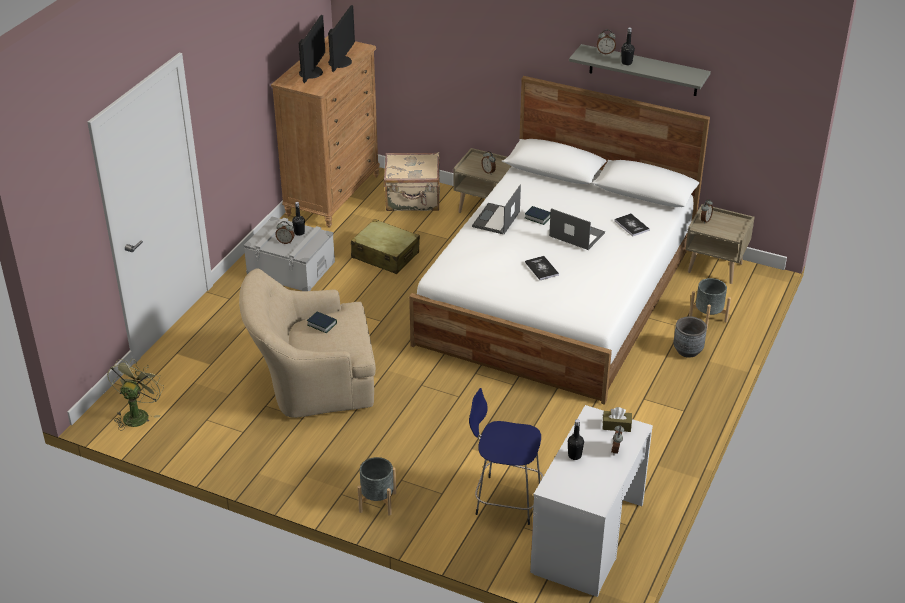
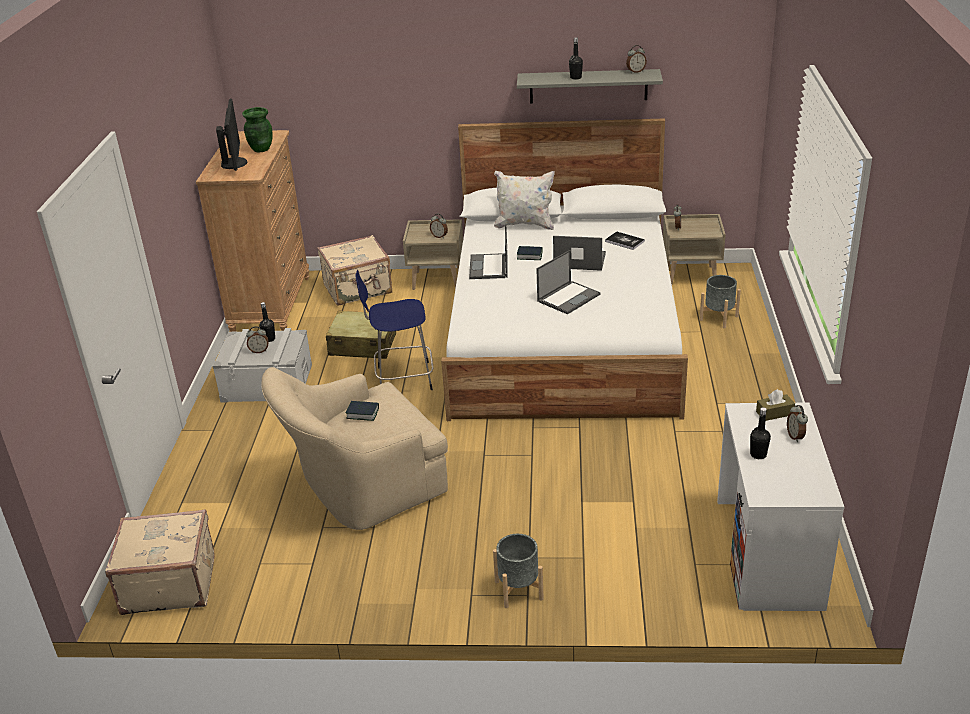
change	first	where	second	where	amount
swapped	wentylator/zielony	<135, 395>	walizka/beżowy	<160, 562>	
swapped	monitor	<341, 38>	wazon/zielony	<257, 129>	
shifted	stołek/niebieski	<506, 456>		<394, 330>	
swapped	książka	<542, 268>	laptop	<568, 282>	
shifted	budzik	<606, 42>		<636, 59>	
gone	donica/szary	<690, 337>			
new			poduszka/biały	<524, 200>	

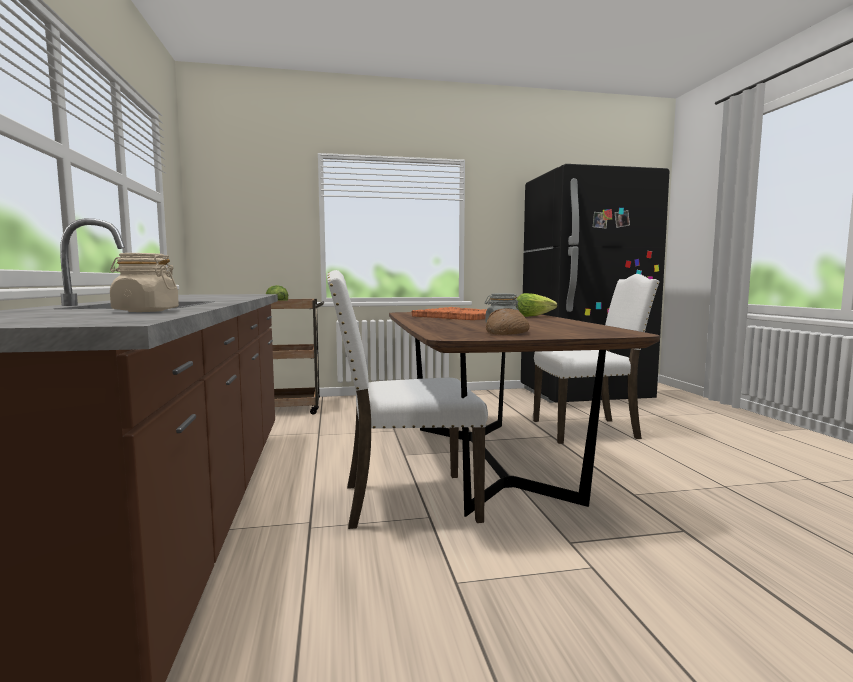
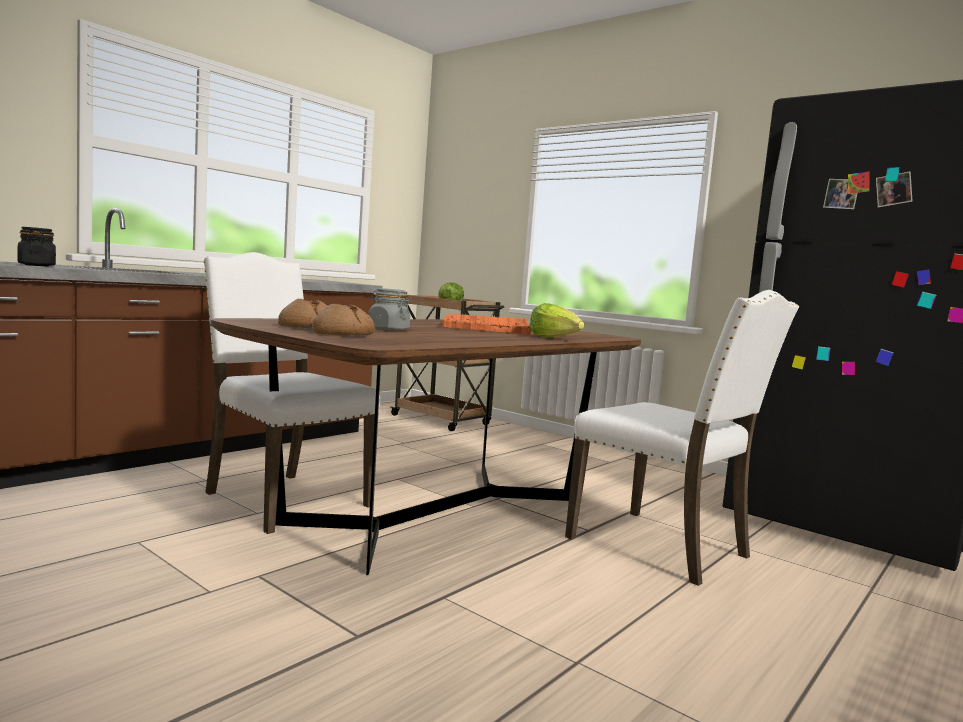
change	first	where	second	where	amount
repainted	słoik/beżowy	<144, 282>	słoik/czarny	<36, 246>	
new			chleb	<343, 319>	

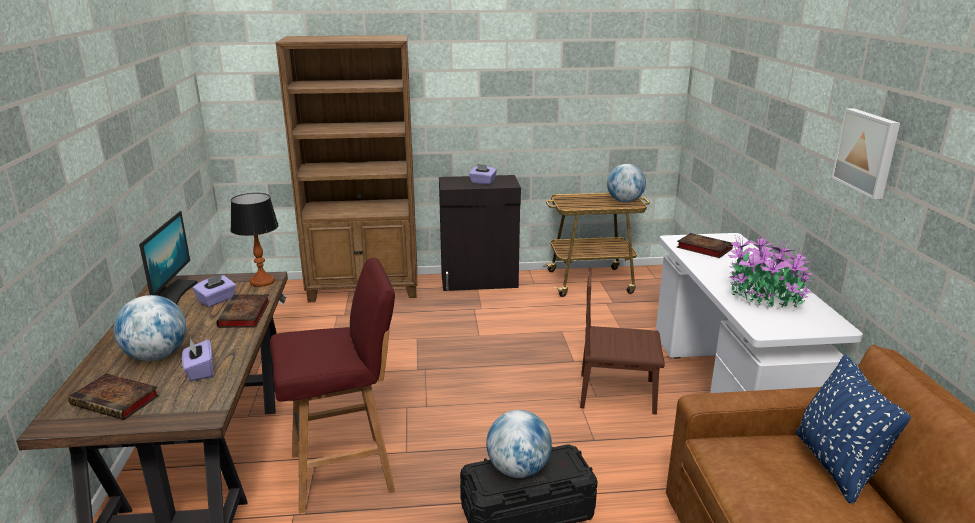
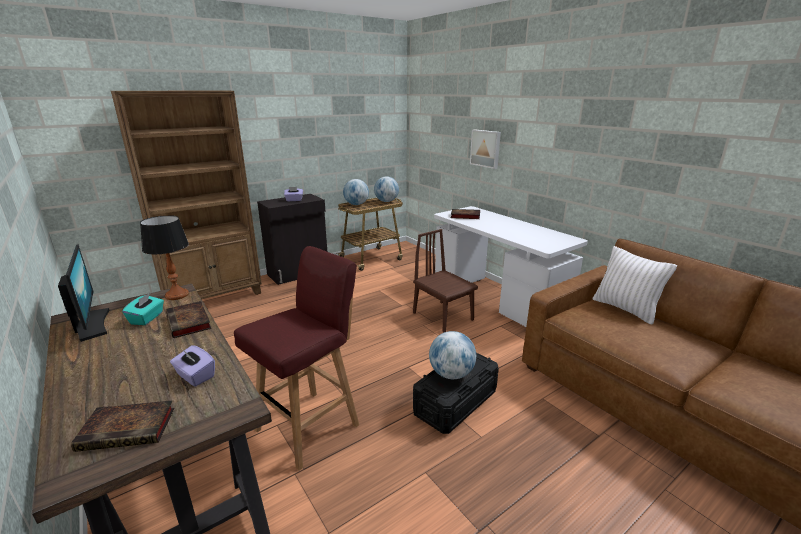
change	first	where	second	where	amount
shifted	globus	<150, 328>		<356, 192>	
repainted	pudełko chusteczek/fioletowy	<214, 290>	pudełko chusteczek/turkusowy	<143, 309>	
rotated	krzesło/brązowy	<622, 340>		<445, 280>	75 degrees clockwise
gone	roślina doniczkowa	<770, 272>			
repainted	poduszka/niebieski	<853, 429>	poduszka/biały	<635, 285>	
shifted	obraz	<865, 153>		<485, 149>	

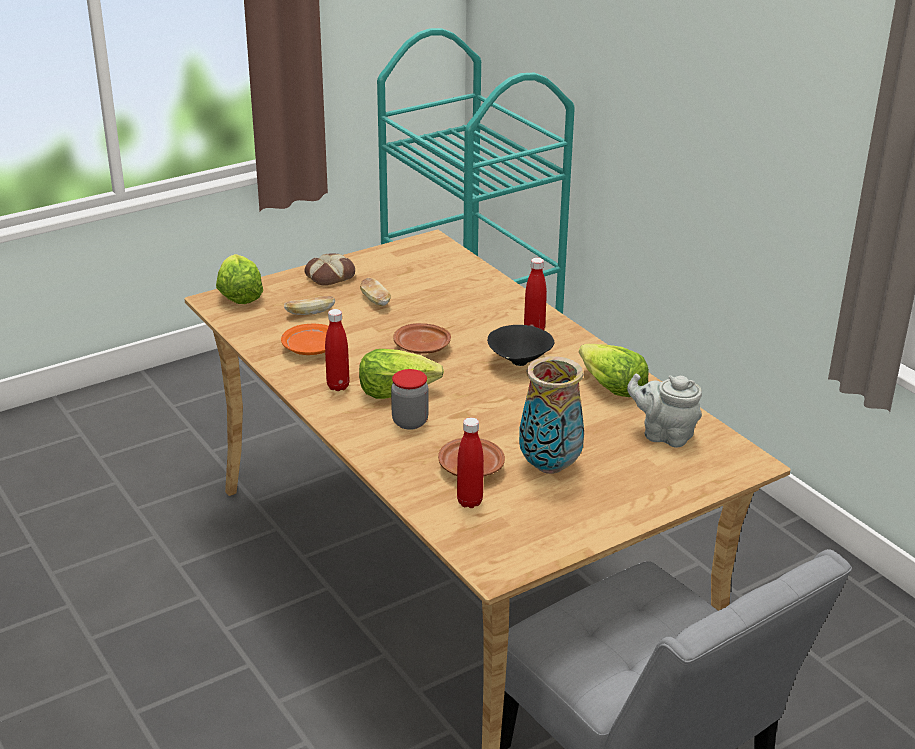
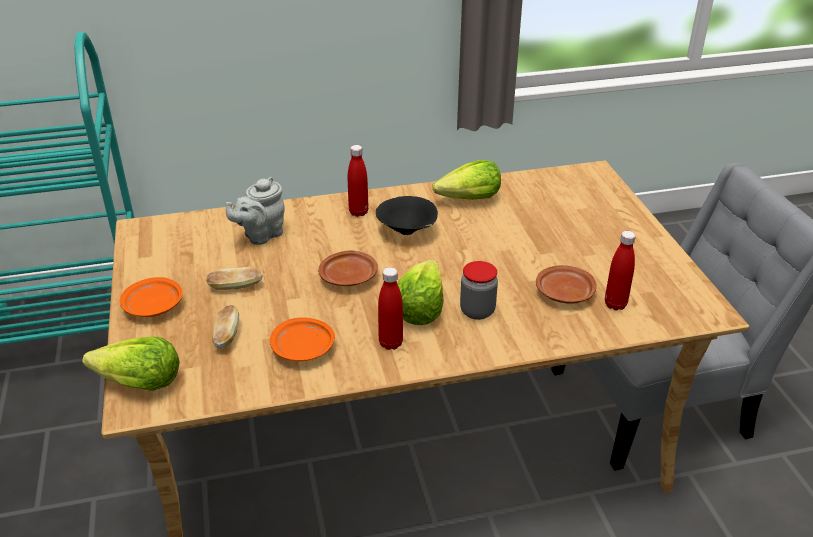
change	first	where	second	where	amount
swapped	chleb	<330, 269>	talerz/pomarańczowy	<151, 297>	
gone	wazon	<551, 415>			
shifted	imbryk/szary	<664, 411>		<255, 211>	

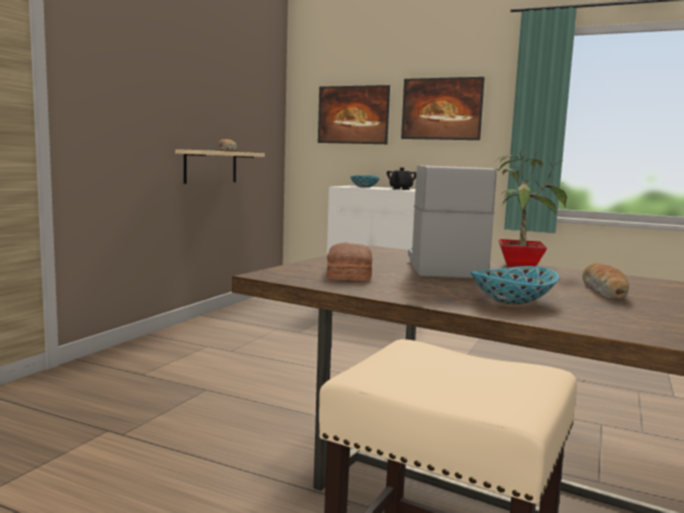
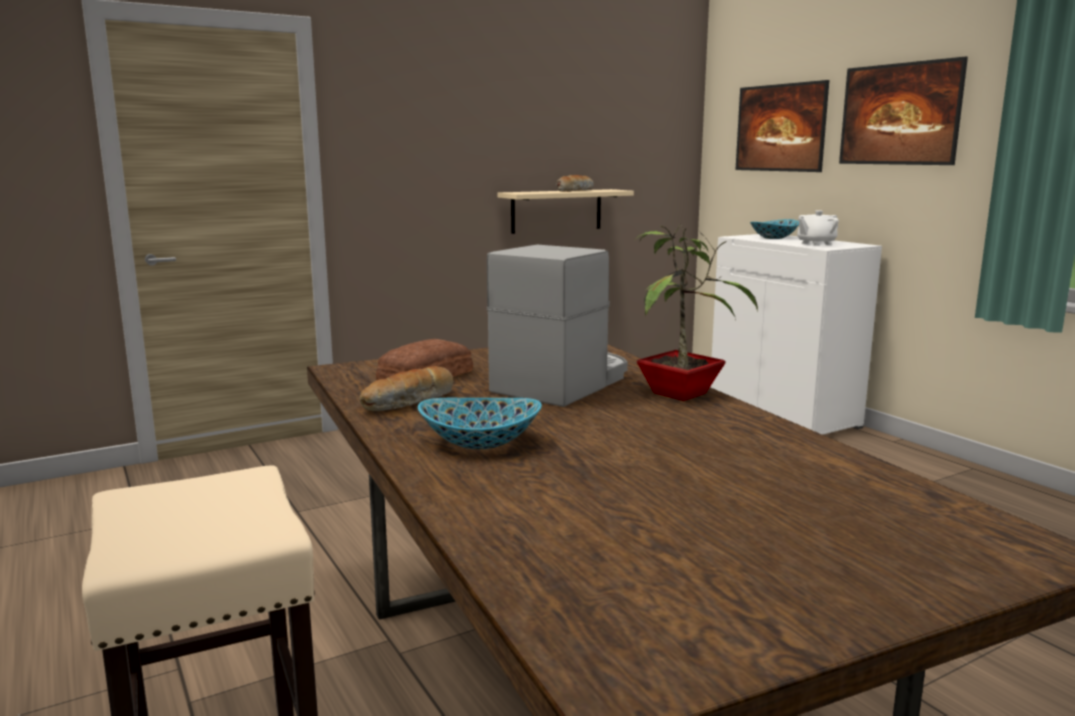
change	first	where	second	where	amount
repainted	imbryk/czarny	<401, 178>	imbryk/biały	<818, 228>	
shifted	chleb	<605, 281>		<407, 389>	

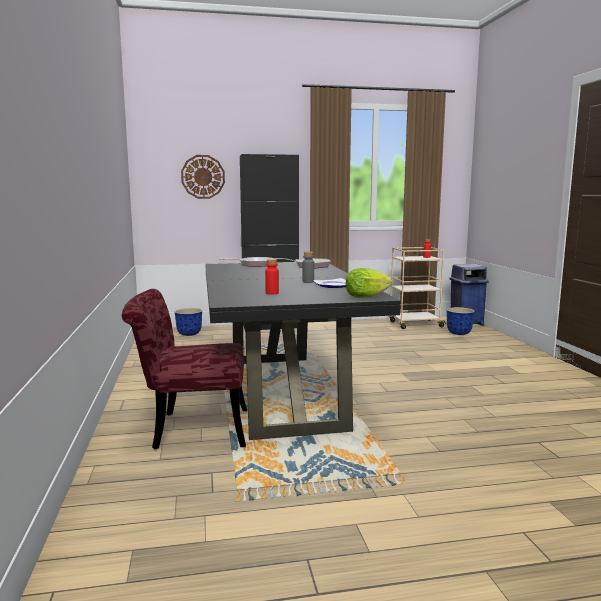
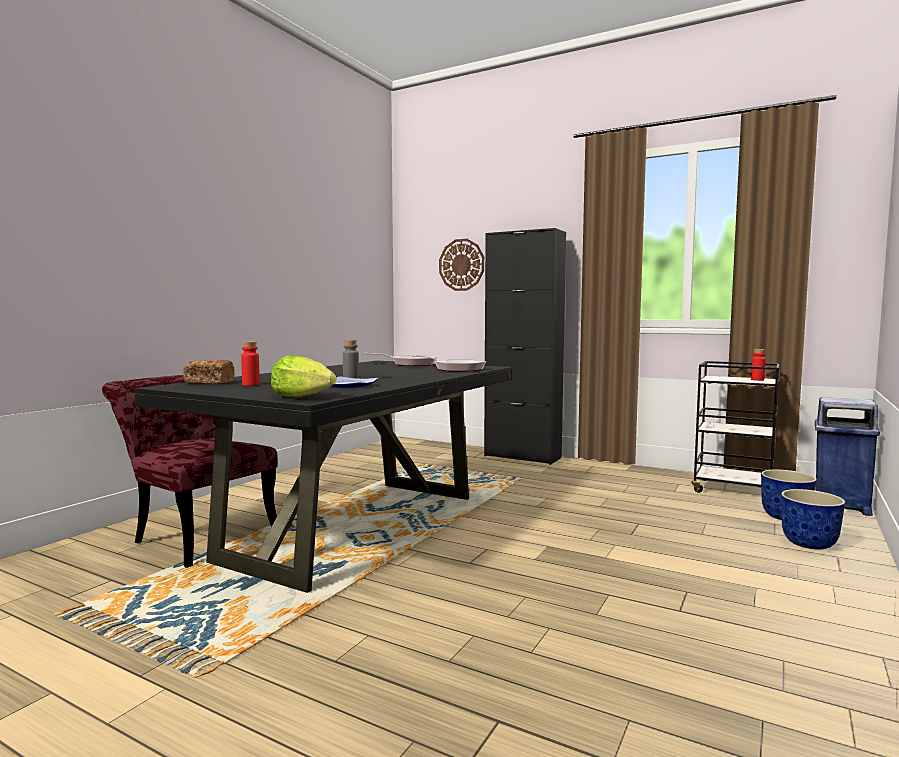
change	first	where	second	where	amount
shifted	donica	<188, 322>		<813, 519>	
repainted	wózek/beżowy	<417, 288>	wózek/czarny	<735, 427>	
new			chleb	<209, 372>	

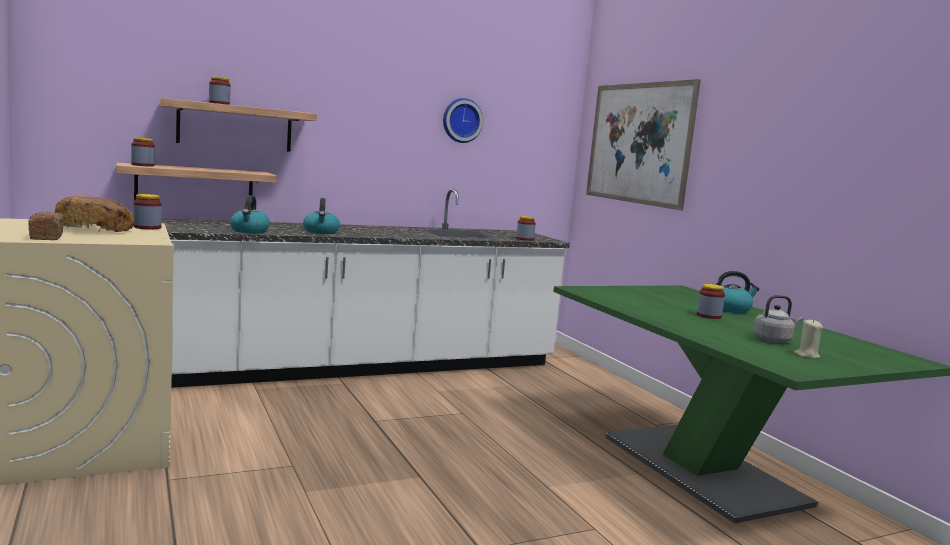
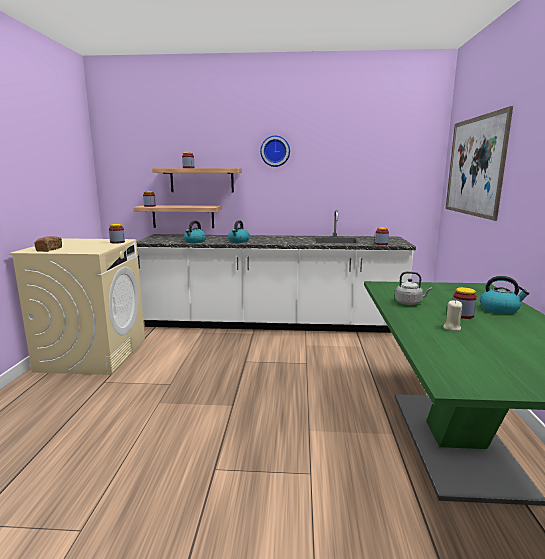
change	first	where	second	where	amount
gone	chleb	<94, 214>			
shifted	zegar ścienny	<463, 120>		<275, 151>	
shifted	czajnik/szary	<778, 319>		<413, 288>	
shifted	świeca/beżowy	<808, 339>		<452, 315>	

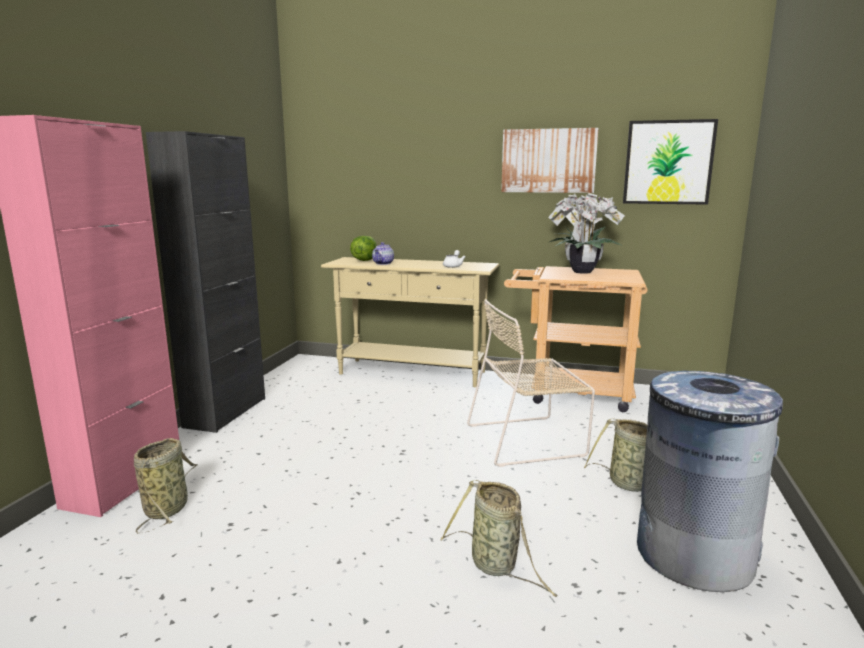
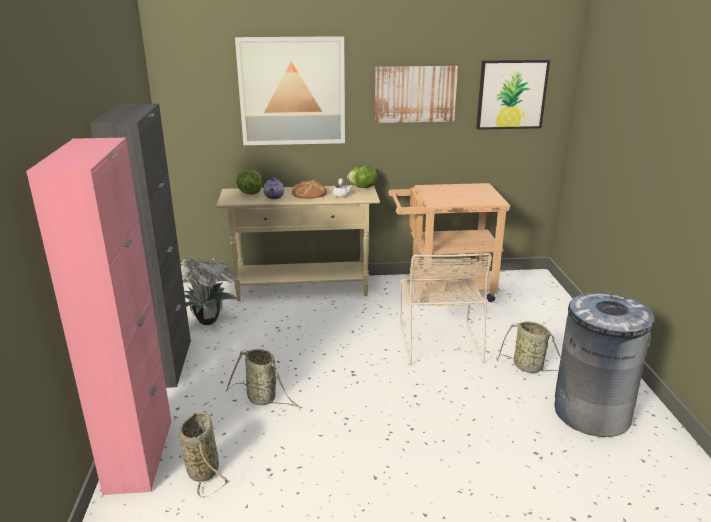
change	first	where	second	where	amount
shifted	koszyk	<499, 538>		<264, 378>	
rotated	krzesło/beżowy	<531, 383>		<446, 309>	60 degrees counterclockwise
shifted	roślina doniczkowa	<586, 233>		<209, 291>	
new			obraz	<290, 90>	
new			chleb	<309, 189>	
new			sałata	<362, 176>	

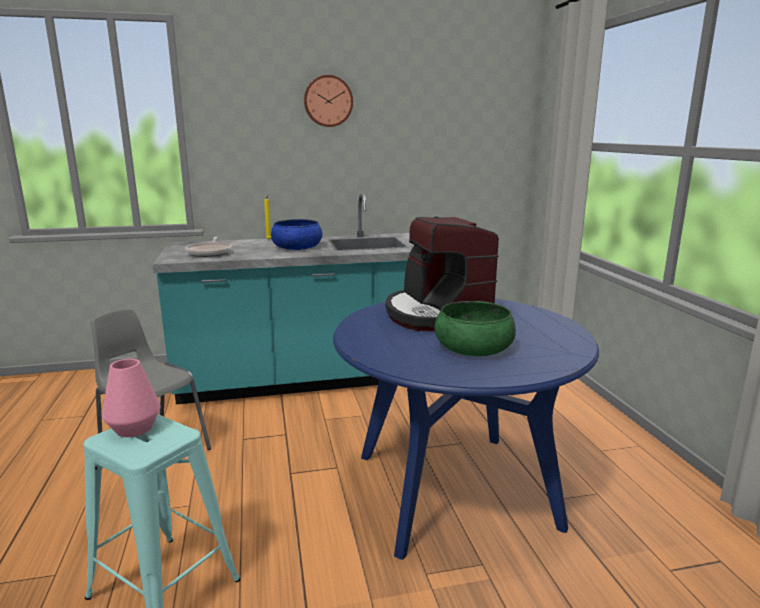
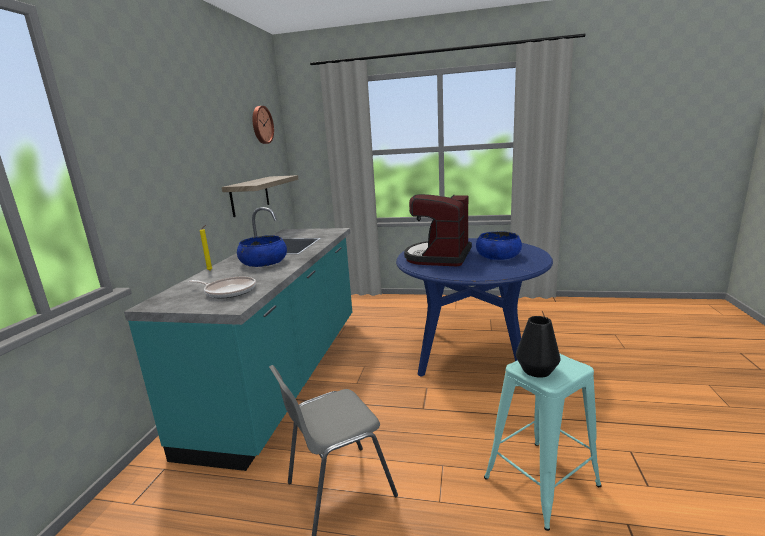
change	first	where	second	where	amount
repainted	wazon/różowy	<131, 398>	wazon/czarny	<538, 347>	
shifted	zegar ścienny	<328, 101>		<263, 125>	
rotated	ekspres do kawy	<442, 274>		<438, 230>	105 degrees clockwise
repainted	miska/zielony	<475, 328>	miska/niebieski	<499, 245>	
new			półka	<260, 196>	

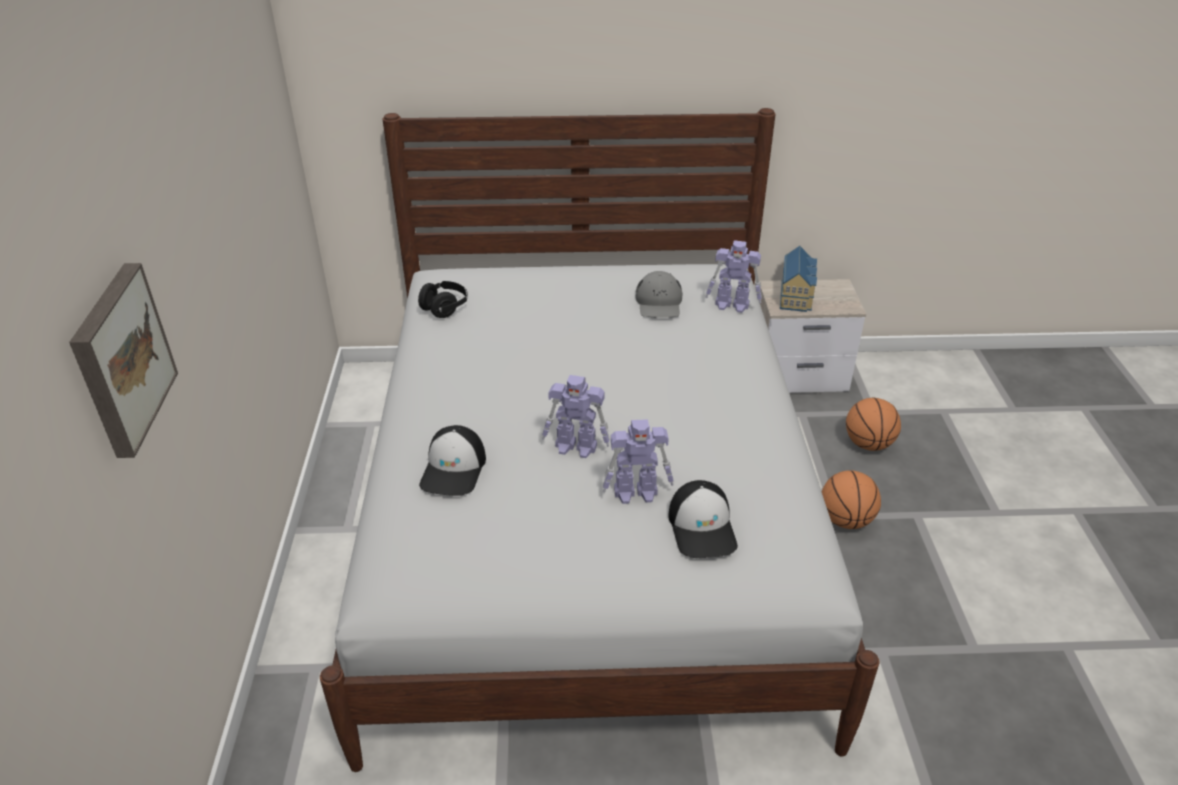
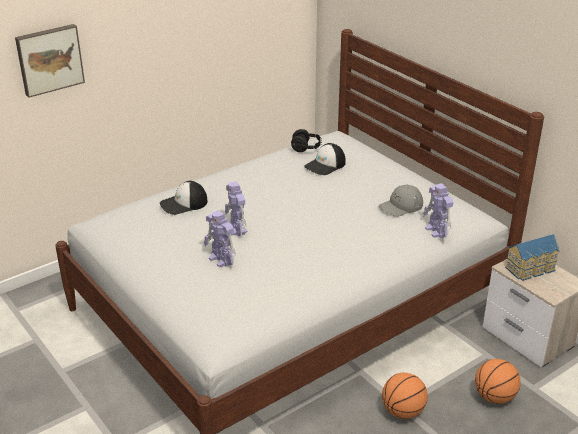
change	first	where	second	where	amount
shifted	czapka z daszkiem	<703, 519>		<325, 159>	

